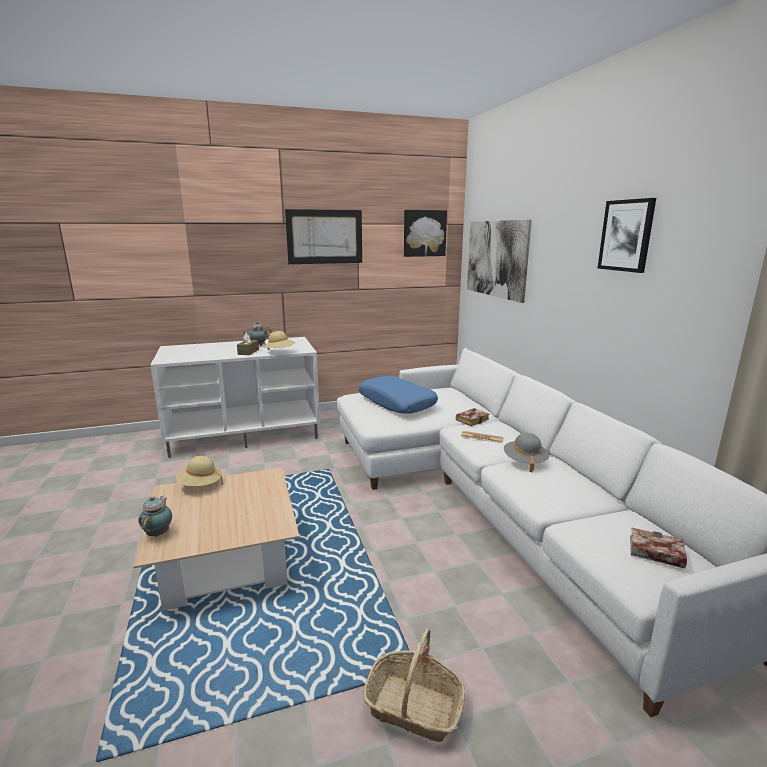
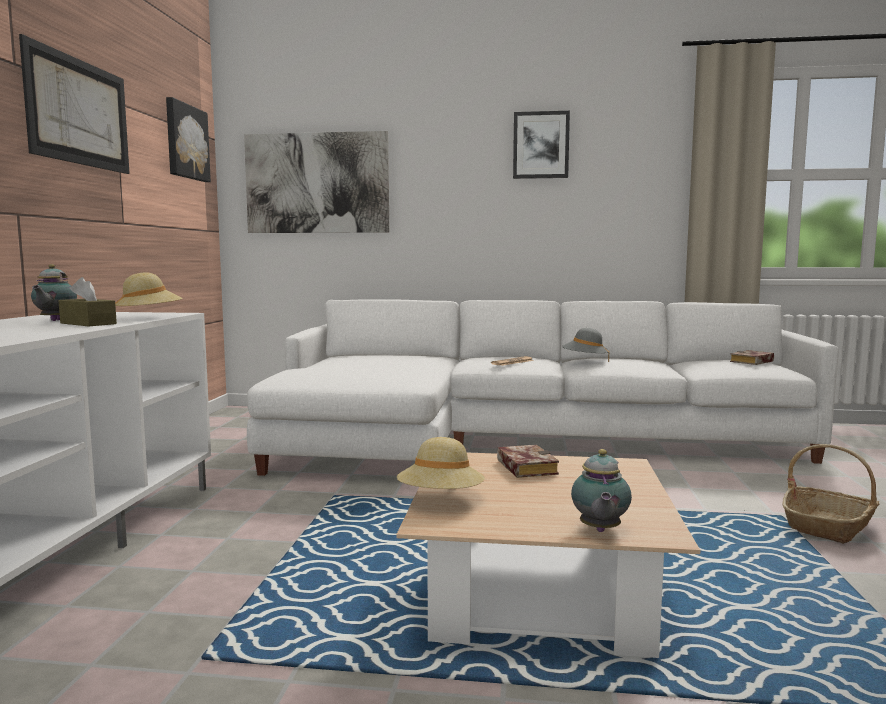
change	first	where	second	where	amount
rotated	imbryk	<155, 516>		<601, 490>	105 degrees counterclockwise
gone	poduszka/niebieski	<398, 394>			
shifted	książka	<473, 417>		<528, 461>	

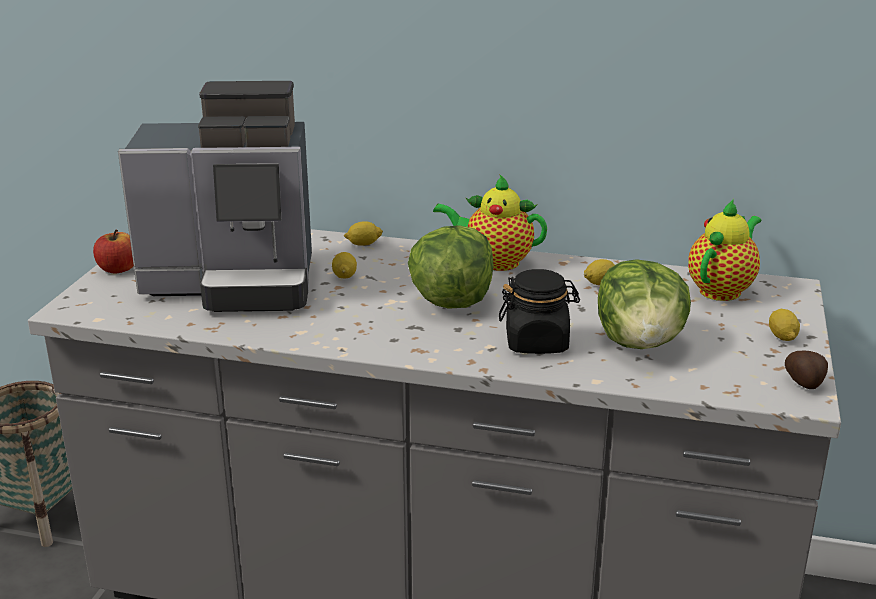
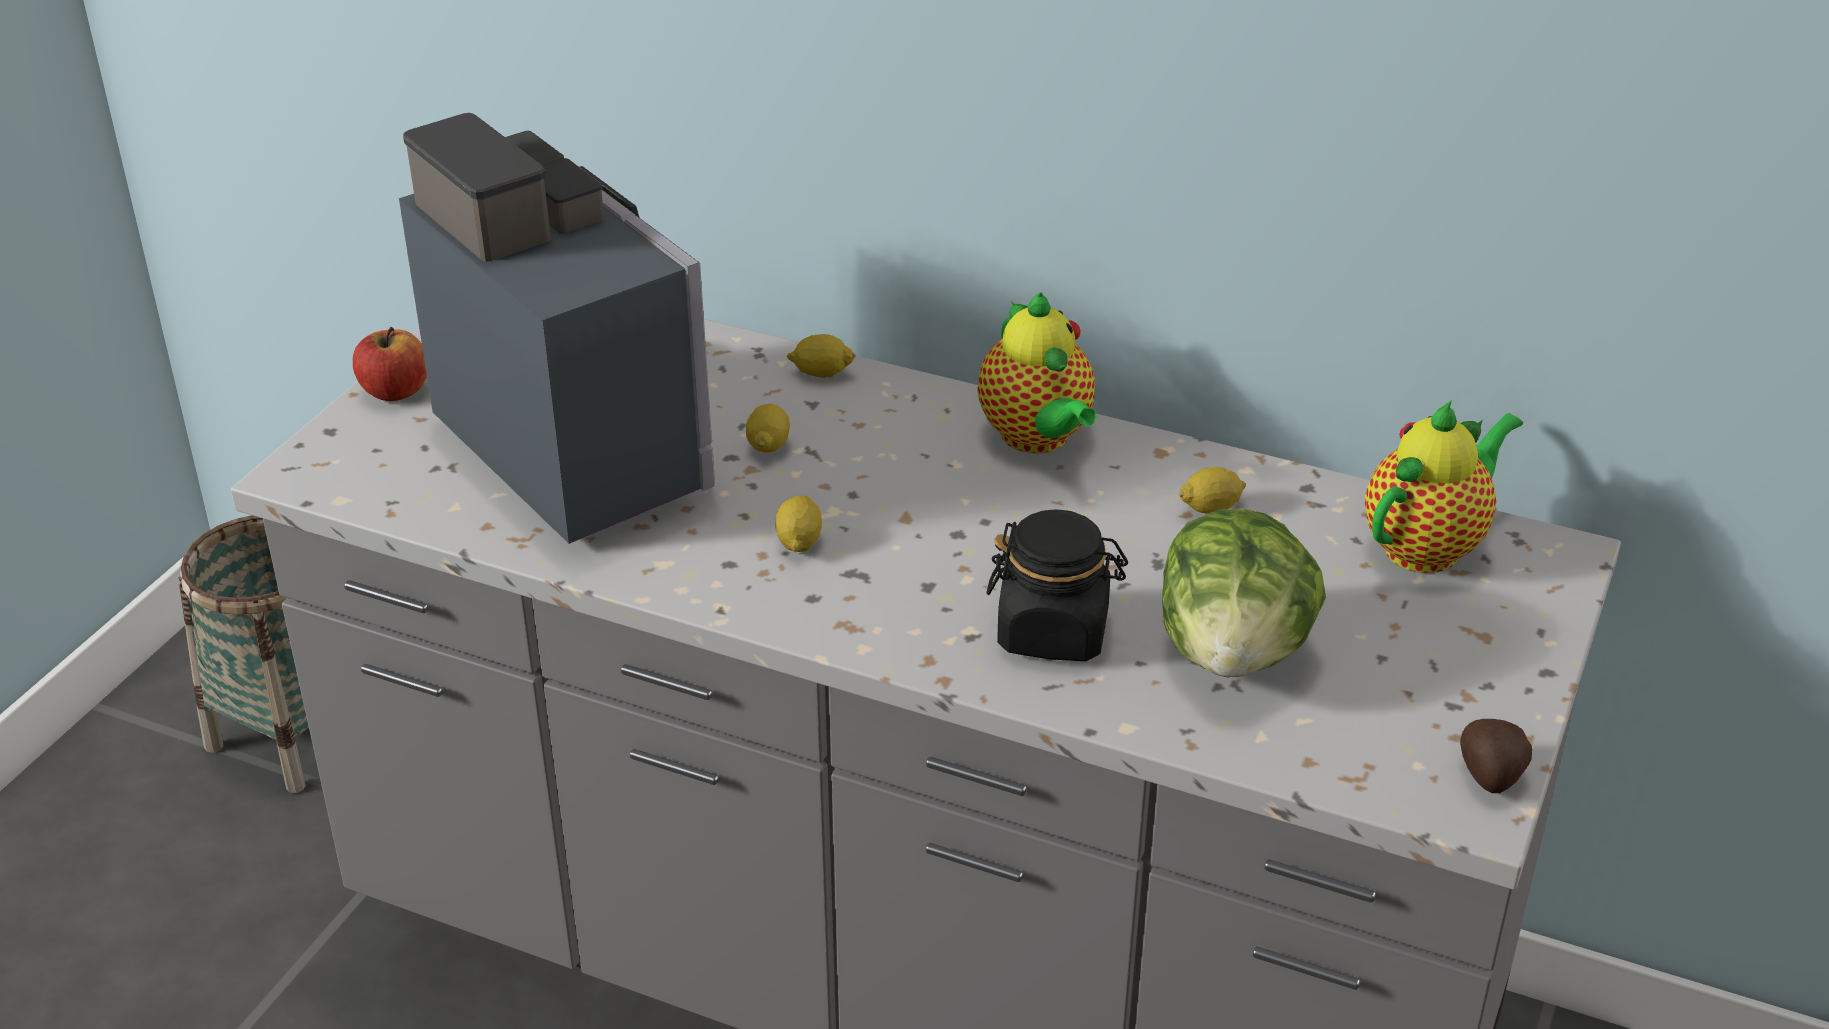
change	first	where	second	where	amount
rotated	ekspres do kawy	<215, 196>		<557, 328>	135 degrees counterclockwise
gone	sałata	<451, 267>			
rotated	imbryk	<490, 222>		<1037, 372>	135 degrees counterclockwise
shifted	cytryna	<784, 325>		<798, 523>	

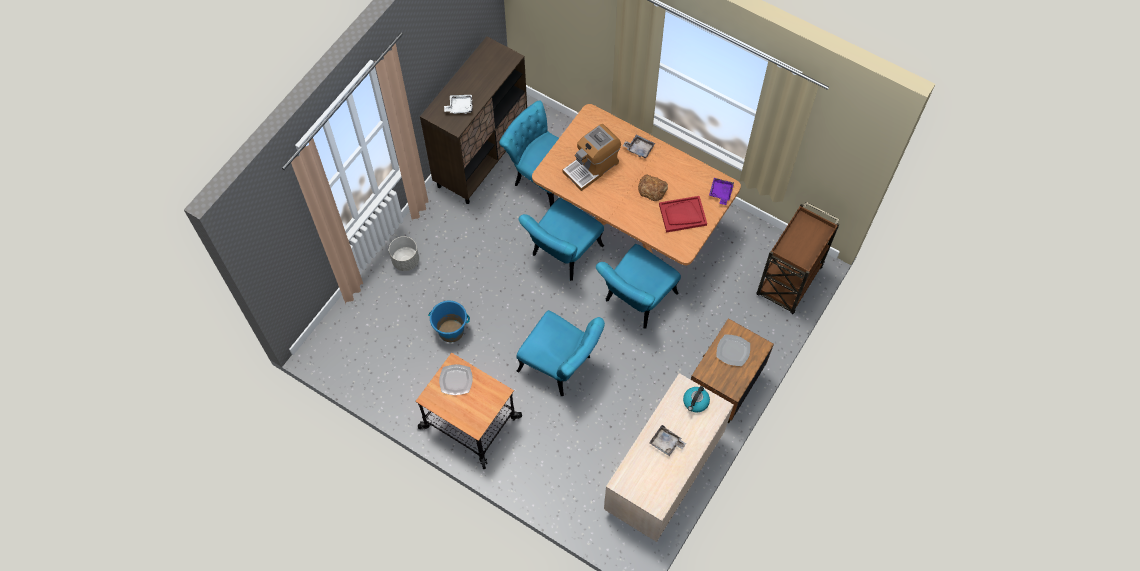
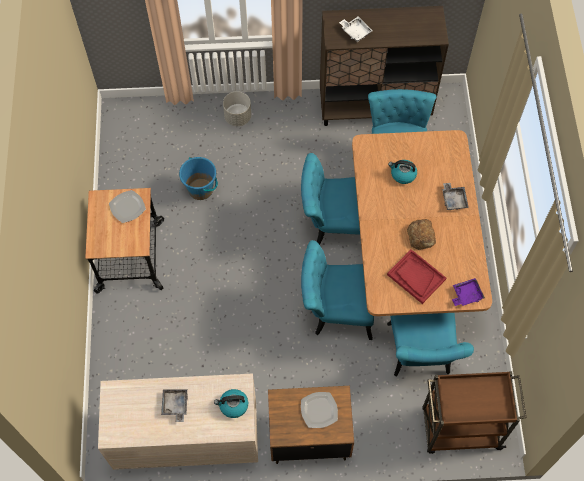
change	first	where	second	where	amount
shifted	krzesło/turkusowy	<561, 353>		<430, 345>	
swapped	ekspres do kawy	<592, 157>	czajnik	<402, 172>	

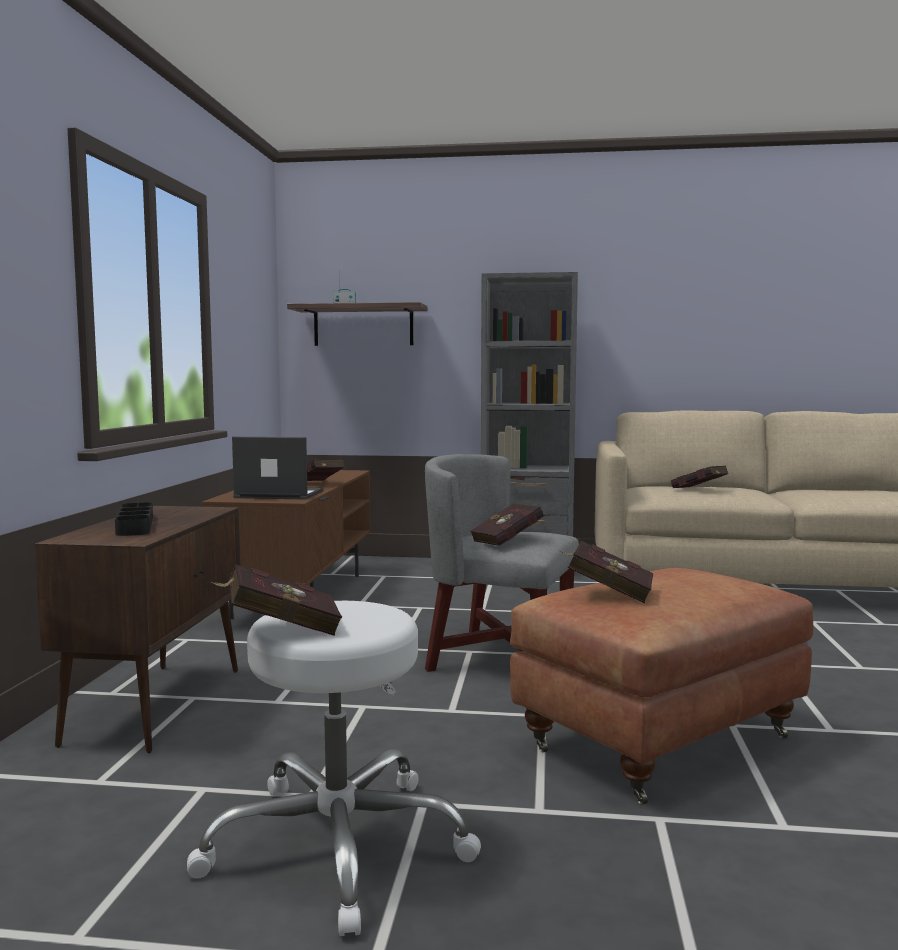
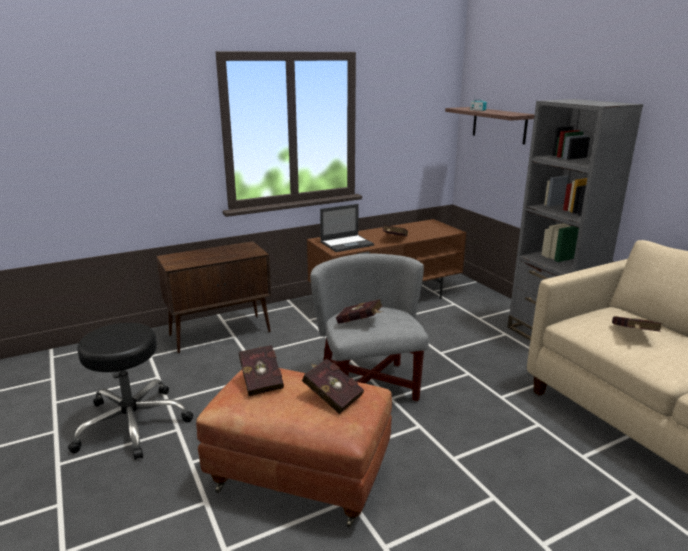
change	first	where	second	where	amount
gone	taca/czarny	<134, 519>			
repainted	stołek/biały	<334, 768>	stołek/czarny	<130, 391>	
shifted	książka/czerwony	<276, 600>		<333, 386>	
rotated	laptop	<278, 468>		<347, 228>	90 degrees clockwise

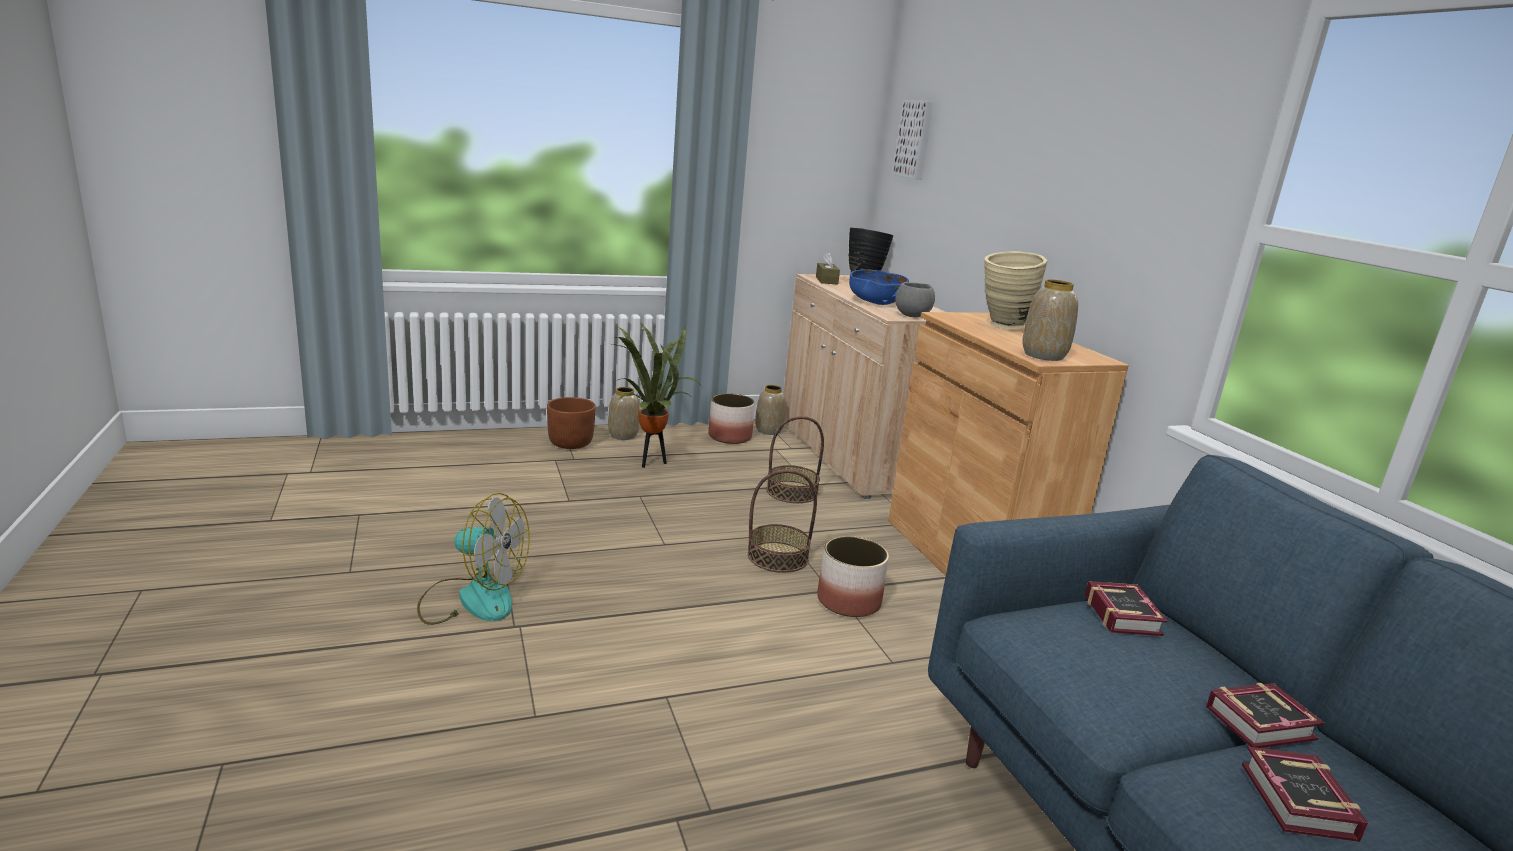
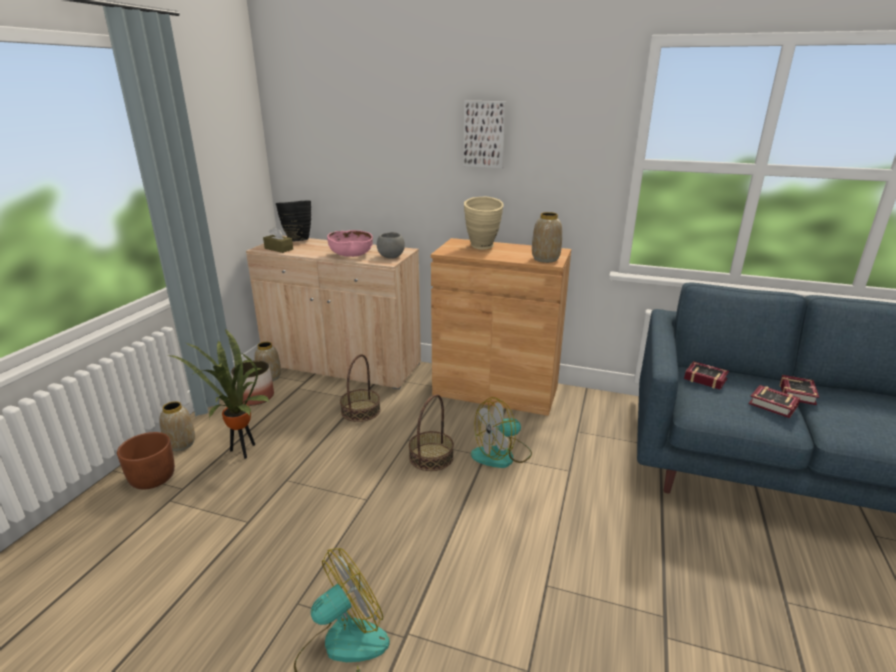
change	first	where	second	where	amount
swapped	donica	<853, 576>	wentylator	<501, 432>	
repainted	miska/niebieski	<879, 287>	miska/różowy	<350, 243>	
shifted	obraz	<913, 140>		<484, 134>	
shifted	książka	<1305, 794>		<774, 401>	

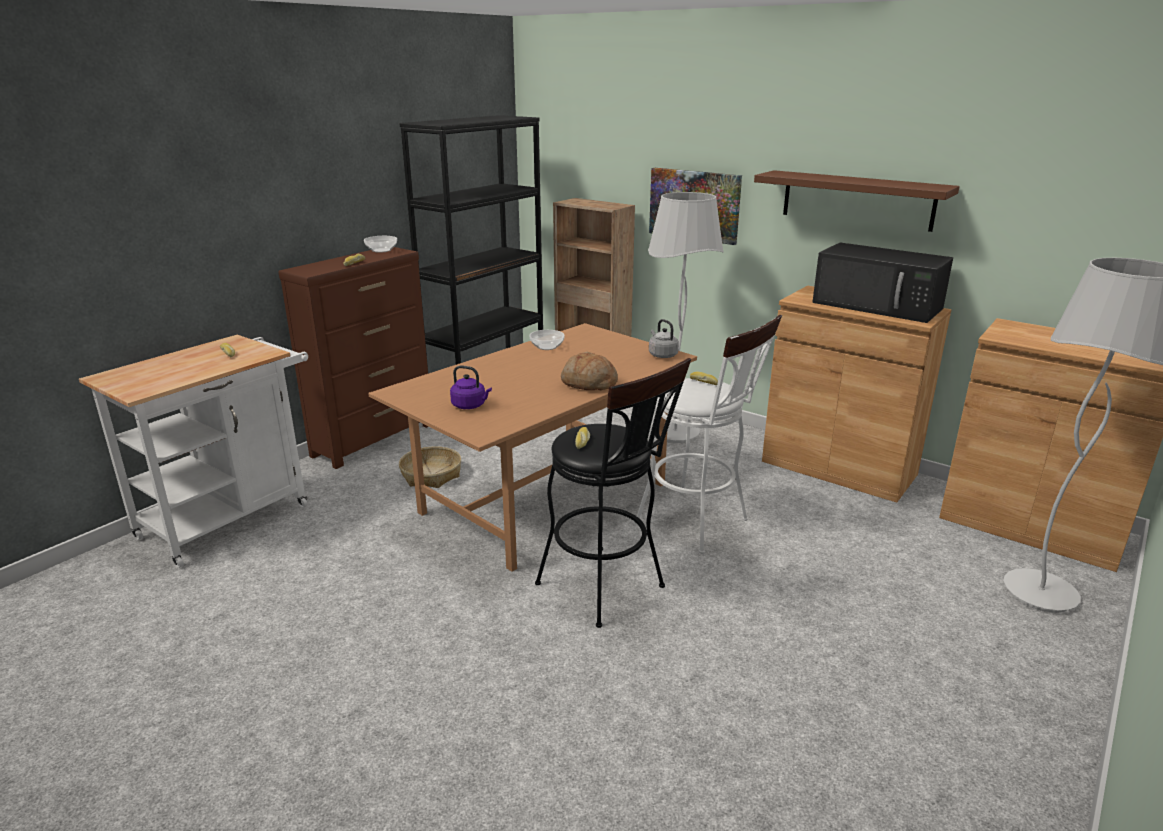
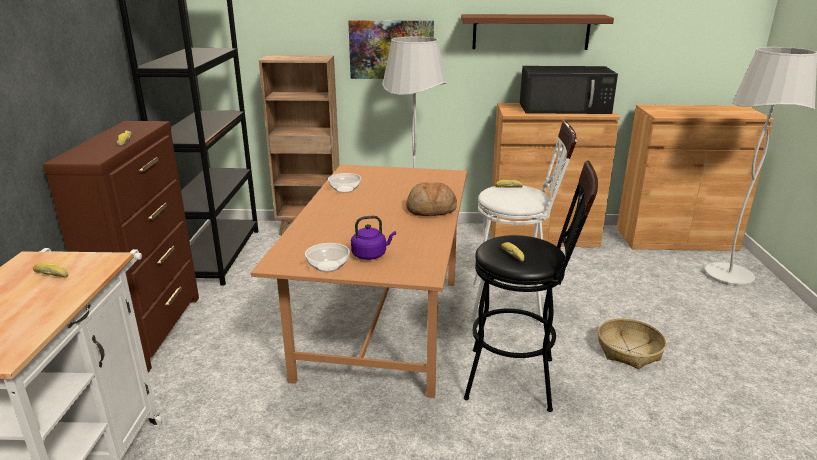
change	first	where	second	where	amount
shifted	miska	<380, 244>		<327, 257>	
shifted	koszyk	<430, 467>		<632, 343>	
gone	czajnik/szary	<664, 338>			

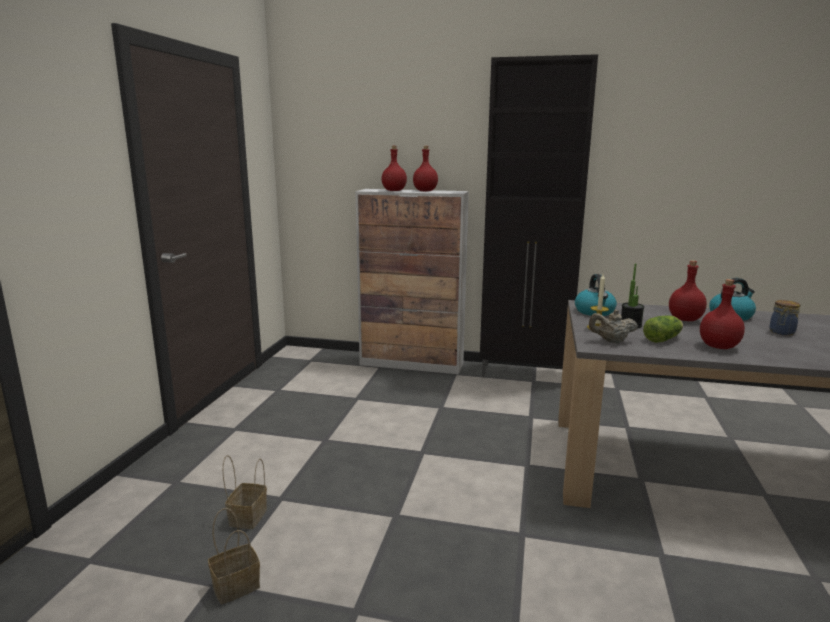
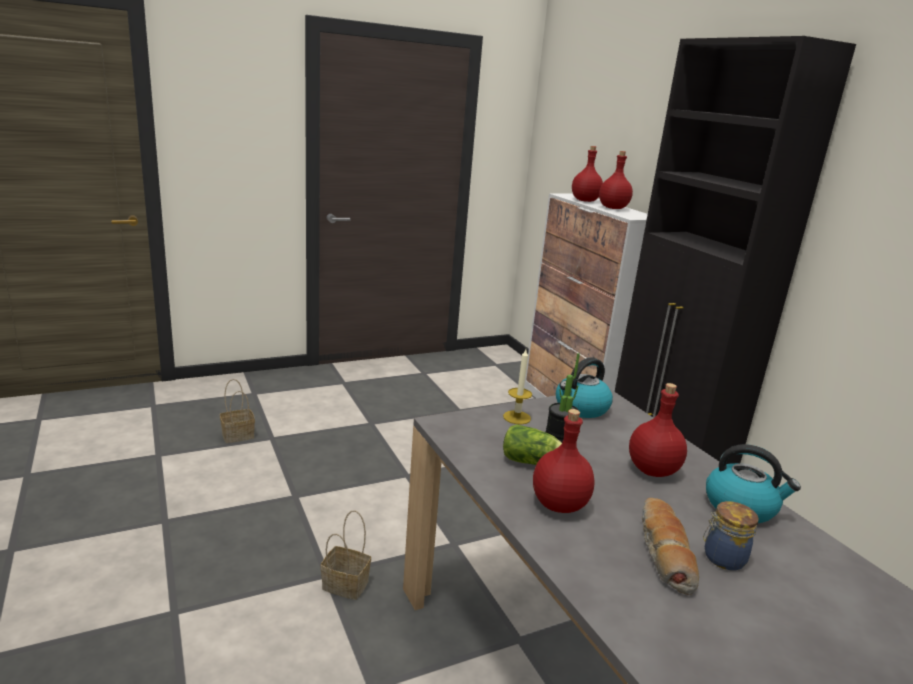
change	first	where	second	where	amount
shifted	koszyk	<234, 556>		<345, 555>	
gone	imbryk/beżowy	<613, 326>			
new			chleb	<670, 546>	

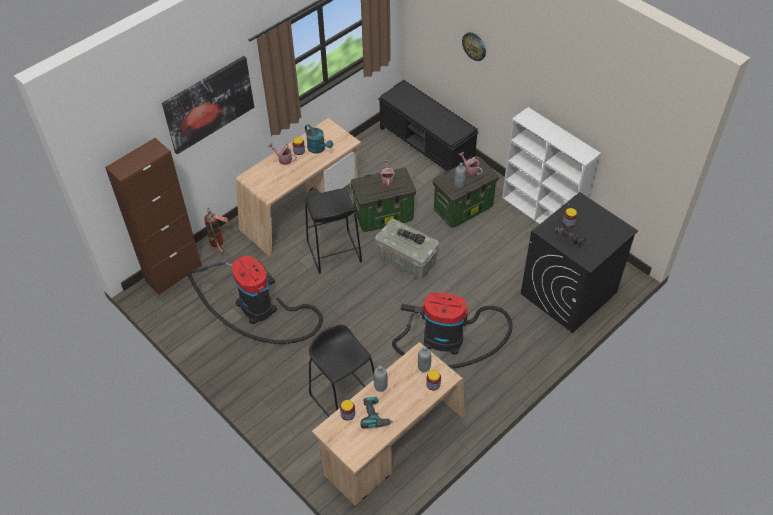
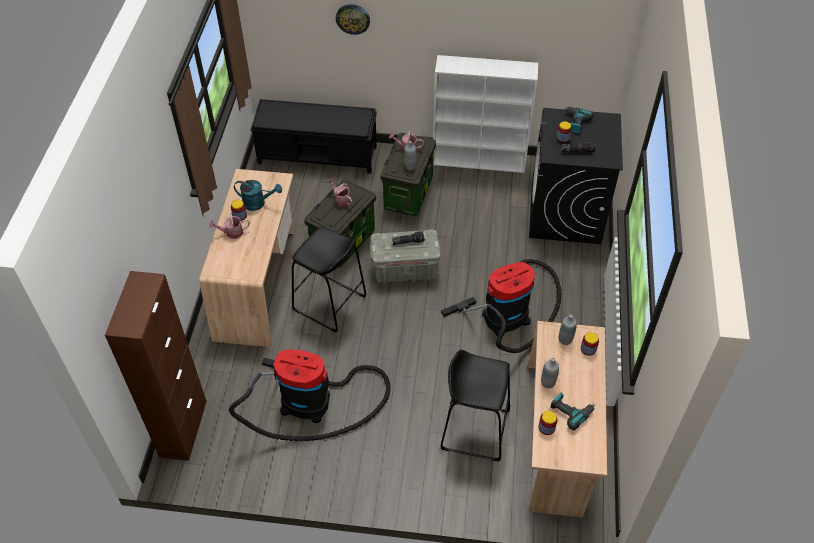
change	first	where	second	where	amount
gone	obraz	<208, 105>			
gone	gaśnica	<216, 230>			
new			wiertarka	<578, 120>	

